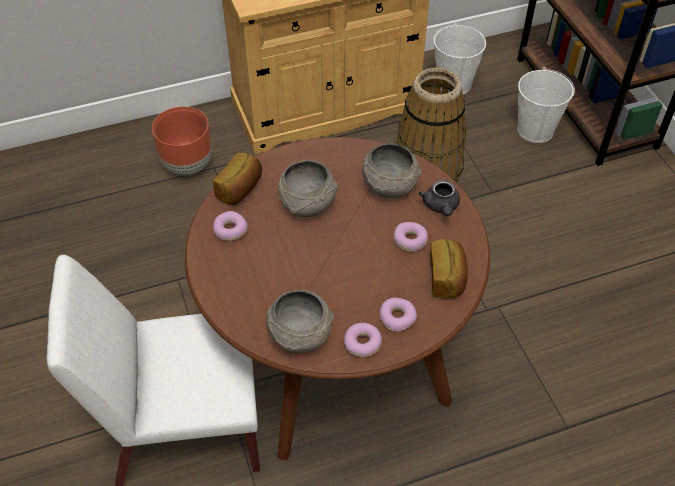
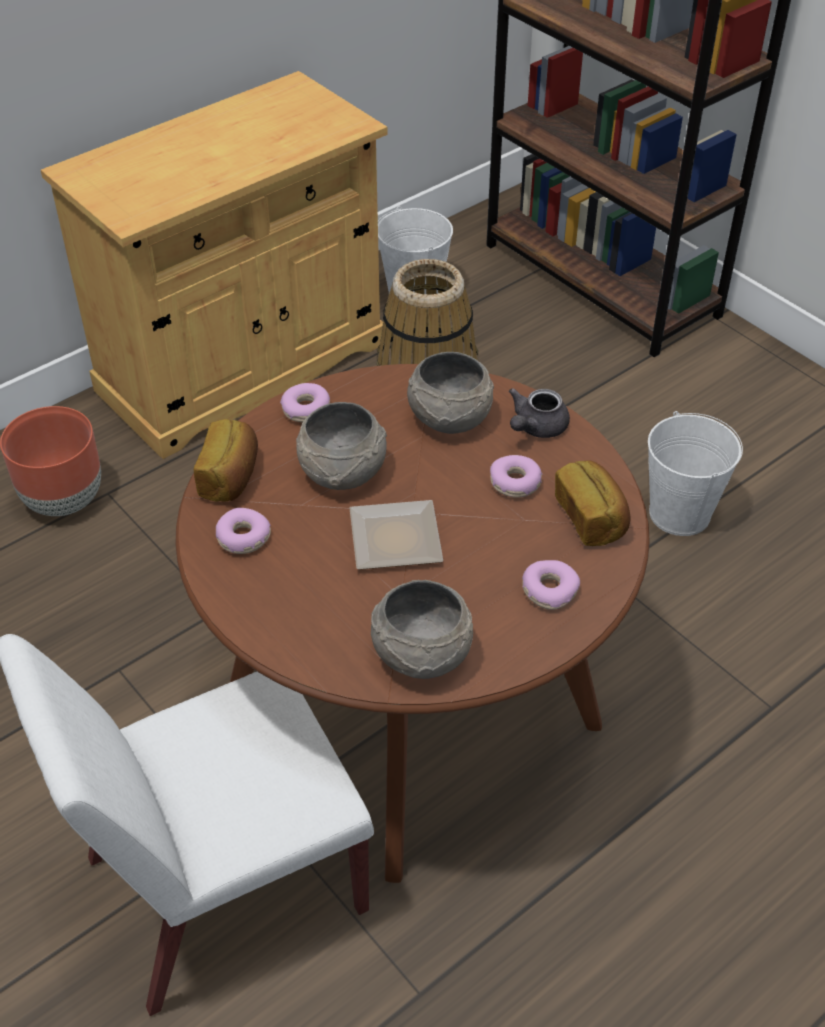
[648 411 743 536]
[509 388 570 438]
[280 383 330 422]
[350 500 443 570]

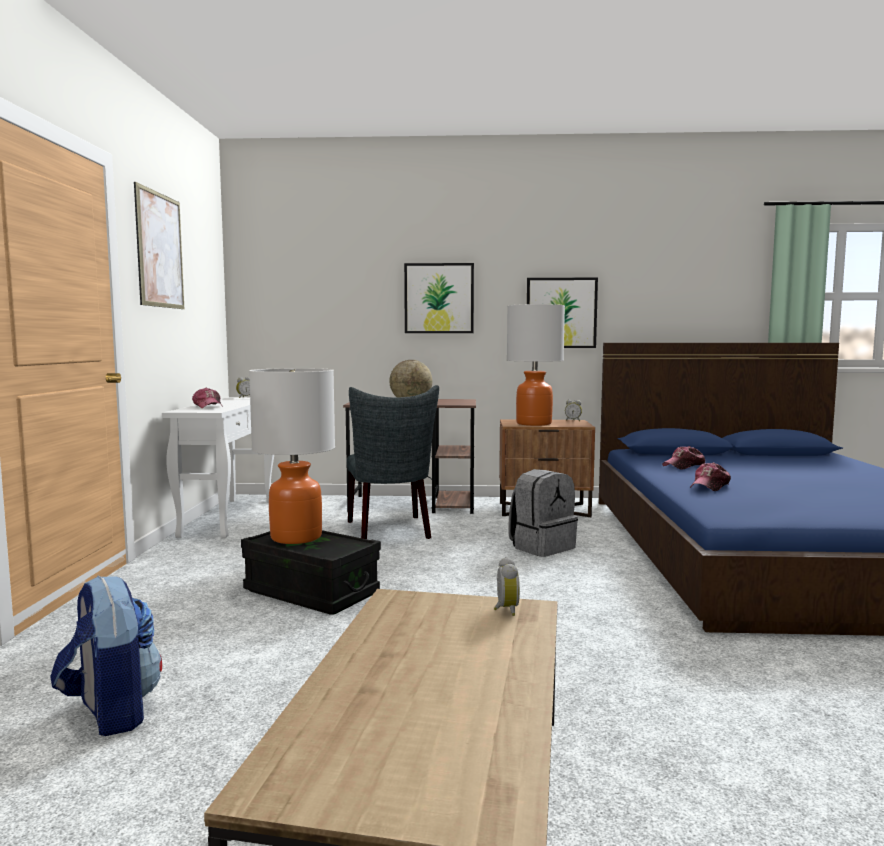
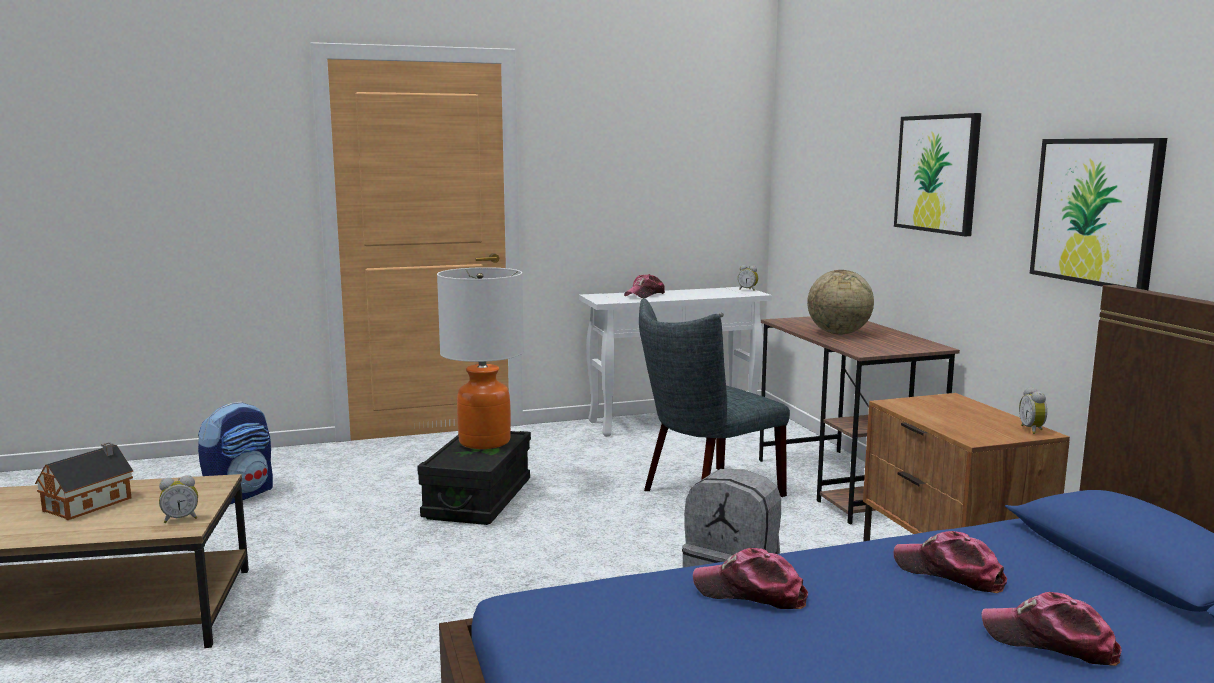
[134 182 184 309] (first image)
[507 304 565 426] (first image)
[35 442 133 520]
[981 592 1122 666]

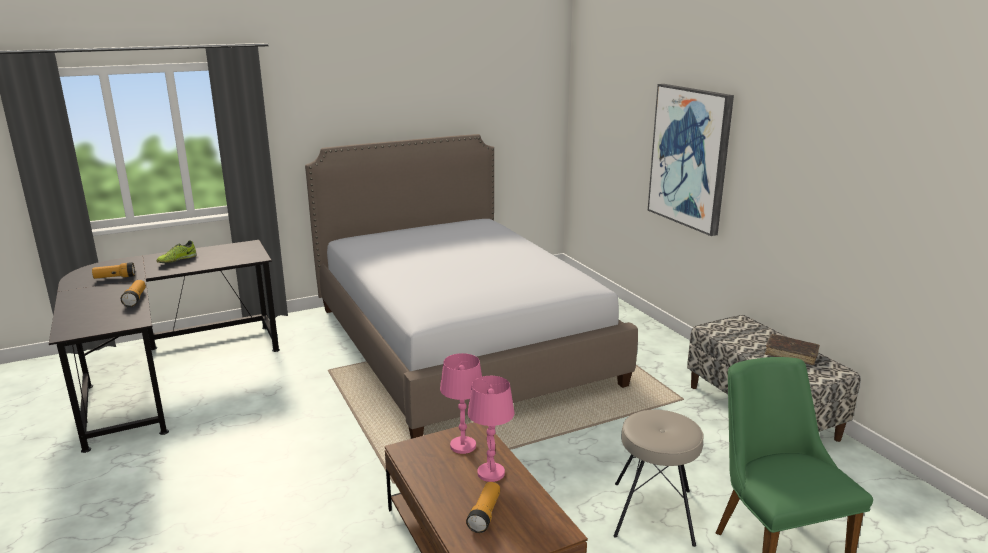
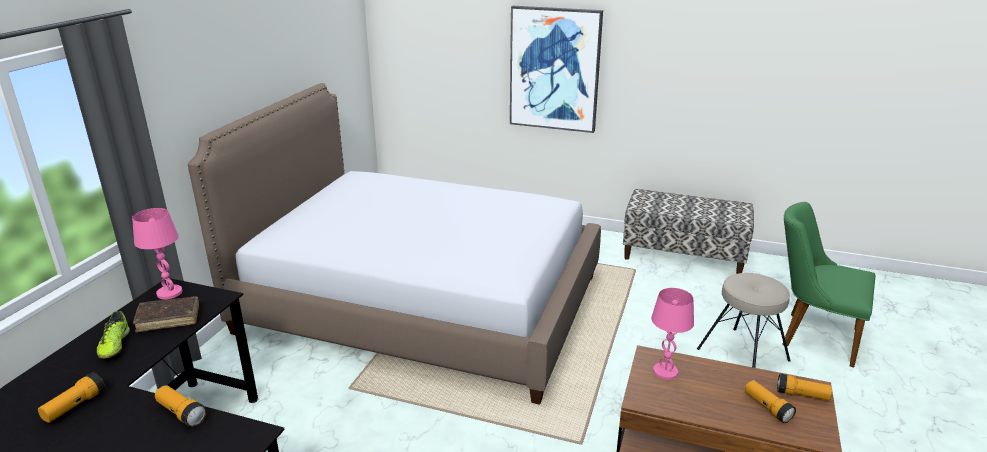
[133 297 199 333]
[132 208 182 300]
[777 373 832 401]

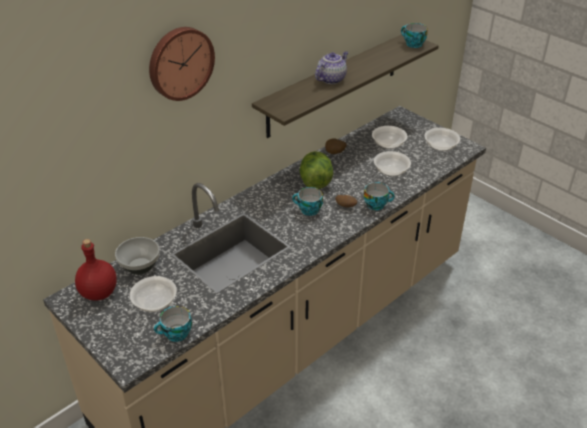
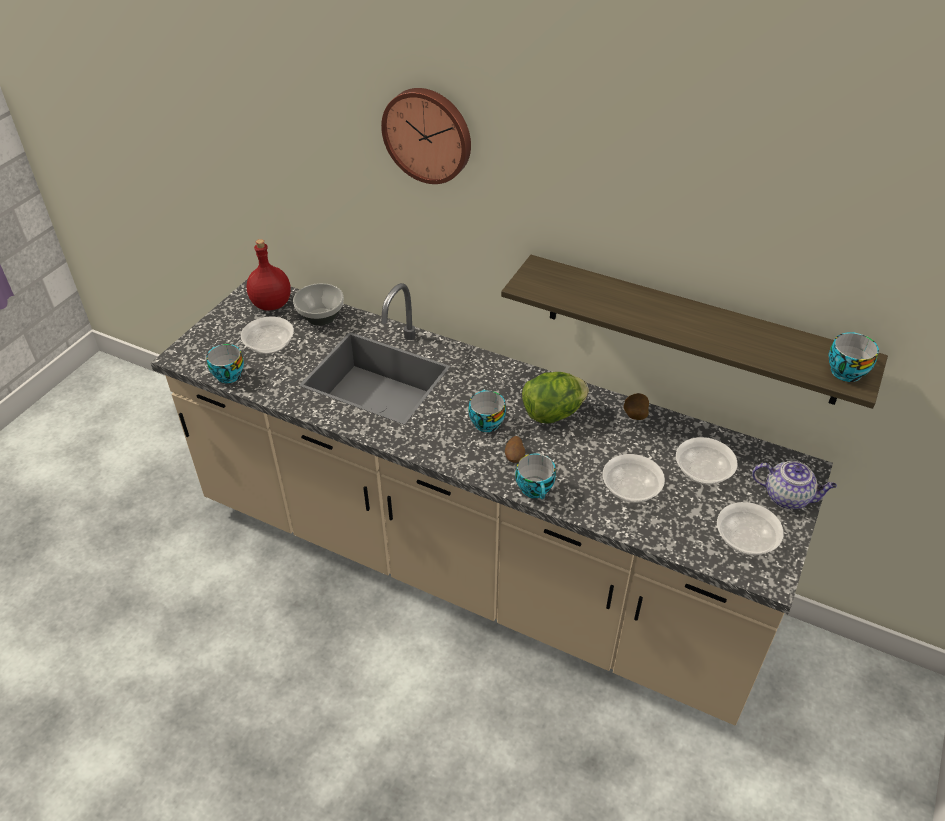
[752 461 837 509]

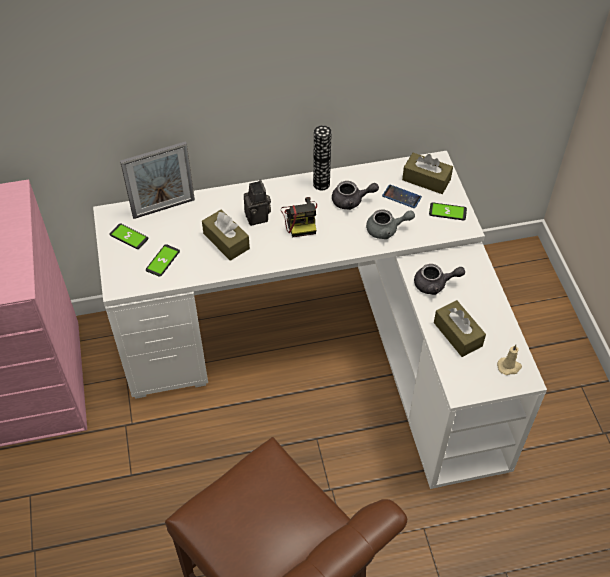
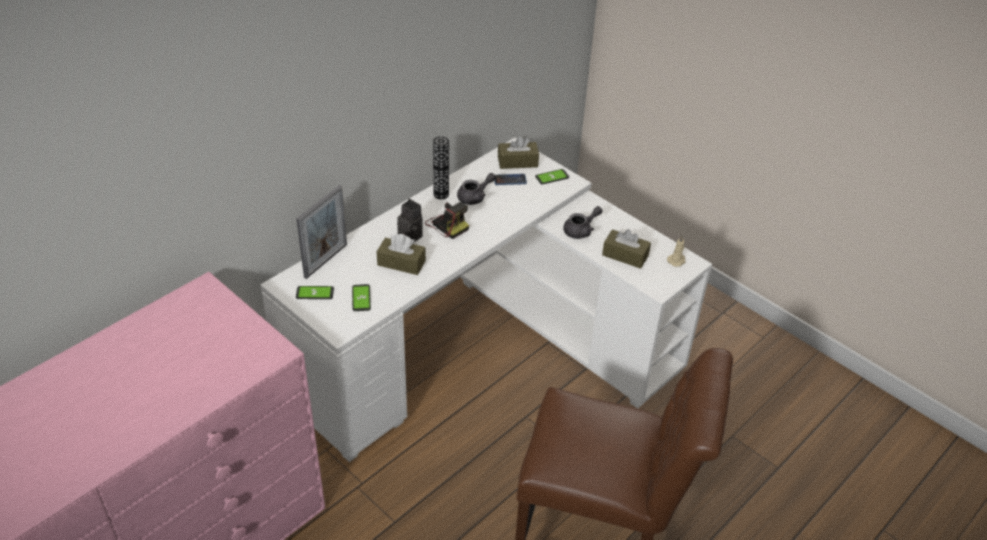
[366 209 415 239] (first image)

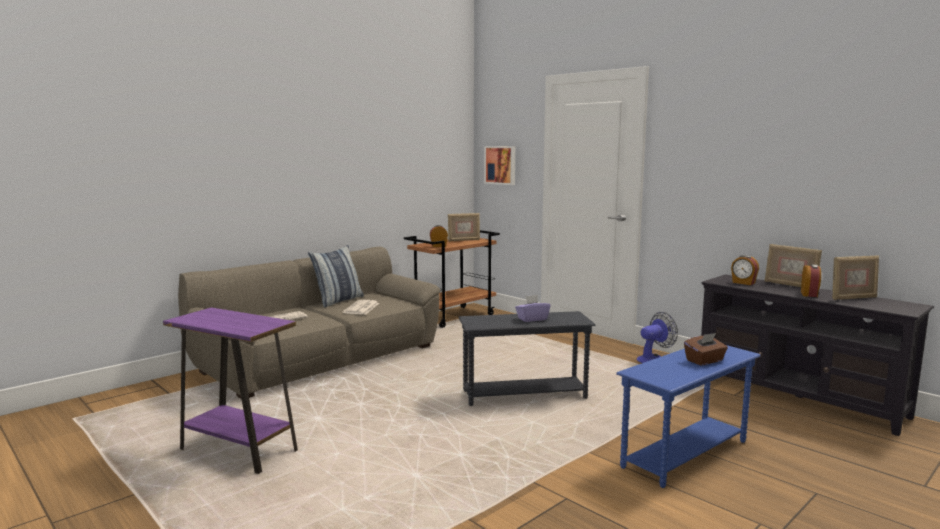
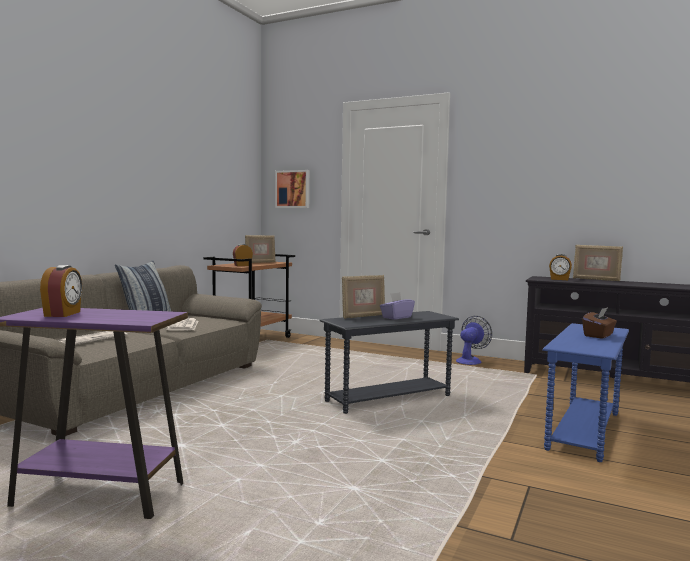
[342 275 385 319]
[40 265 82 317]

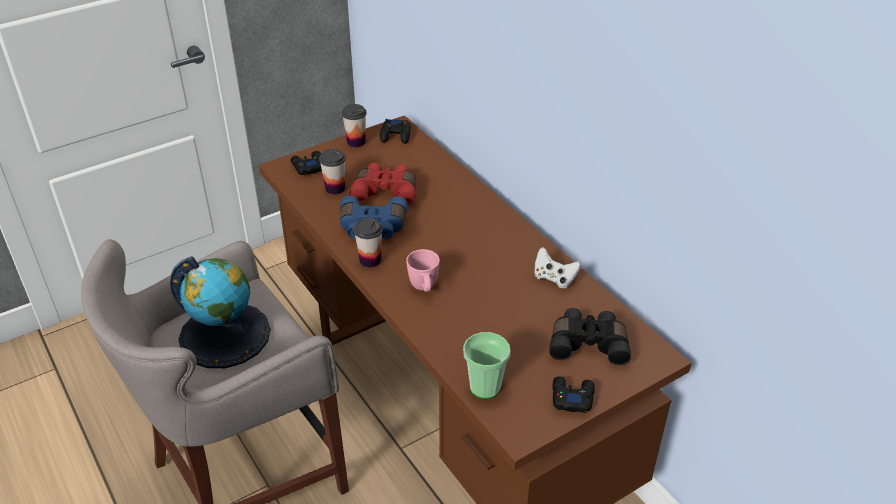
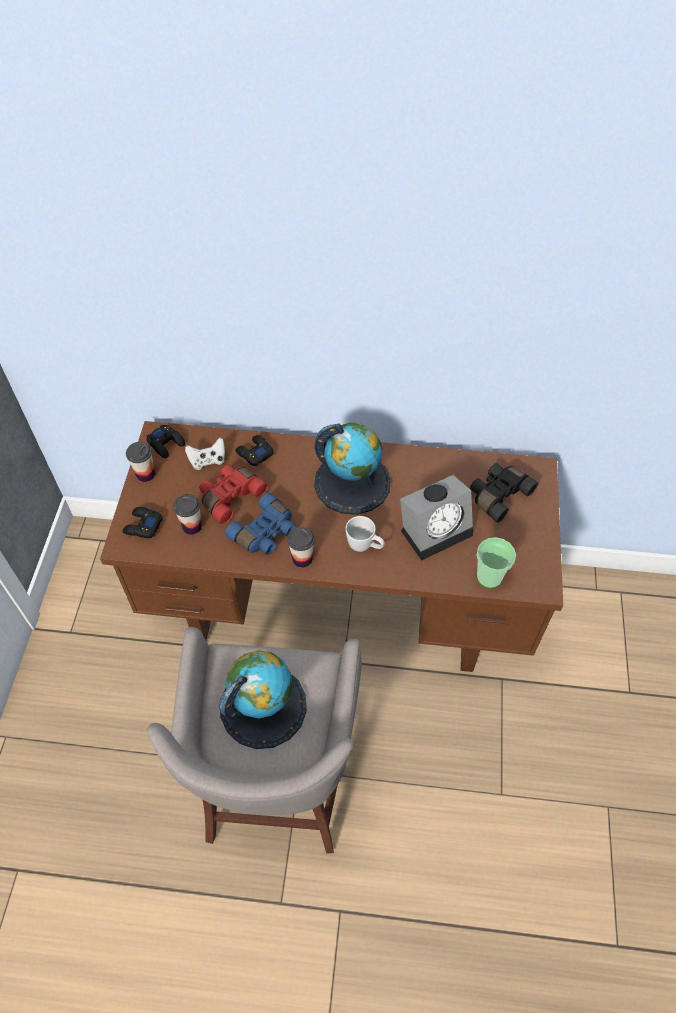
[185 437 225 470]
[346 516 385 552]
[235 435 273 466]
[314 423 391 515]
[400 475 473 561]

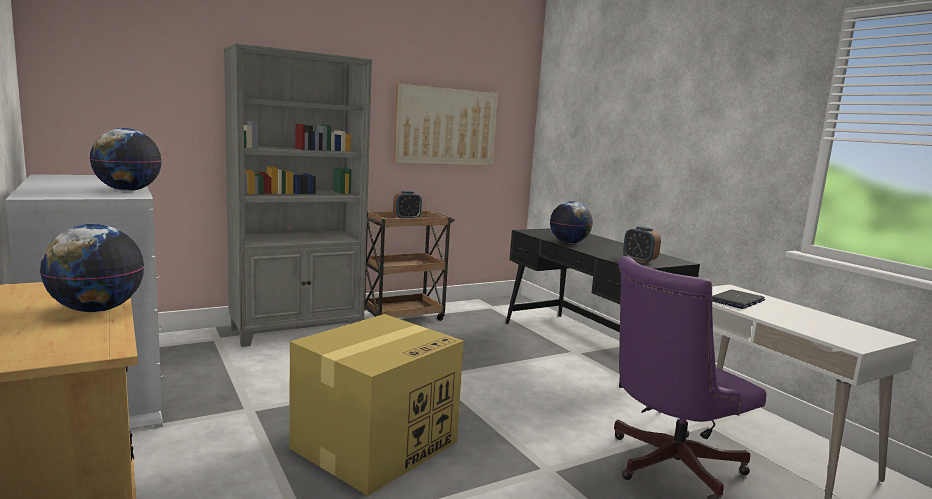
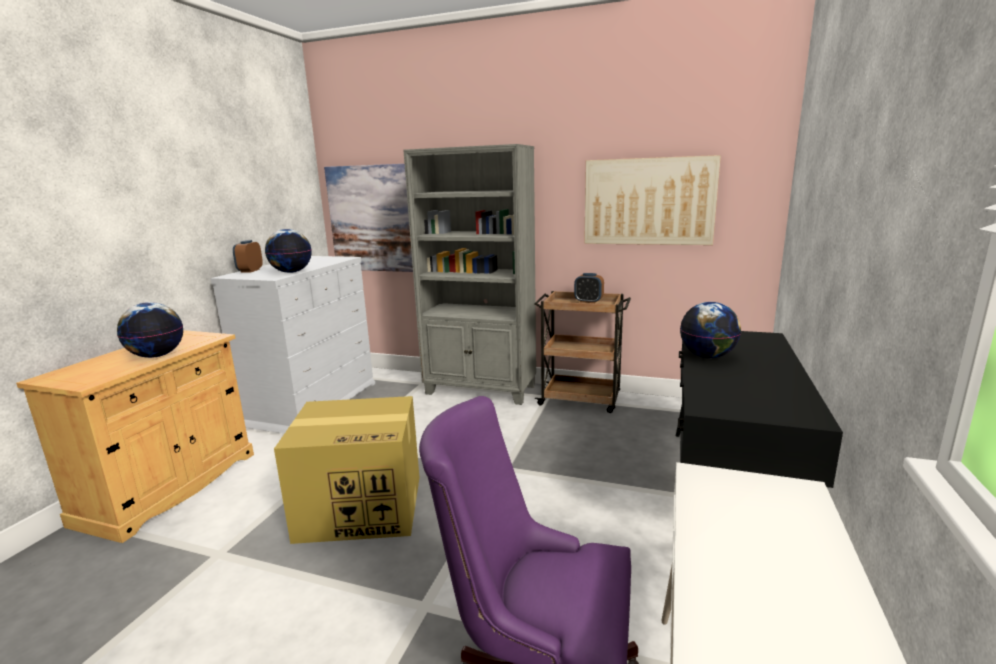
[233 240 263 273]
[712 289 765 309] (first image)
[324 164 413 272]

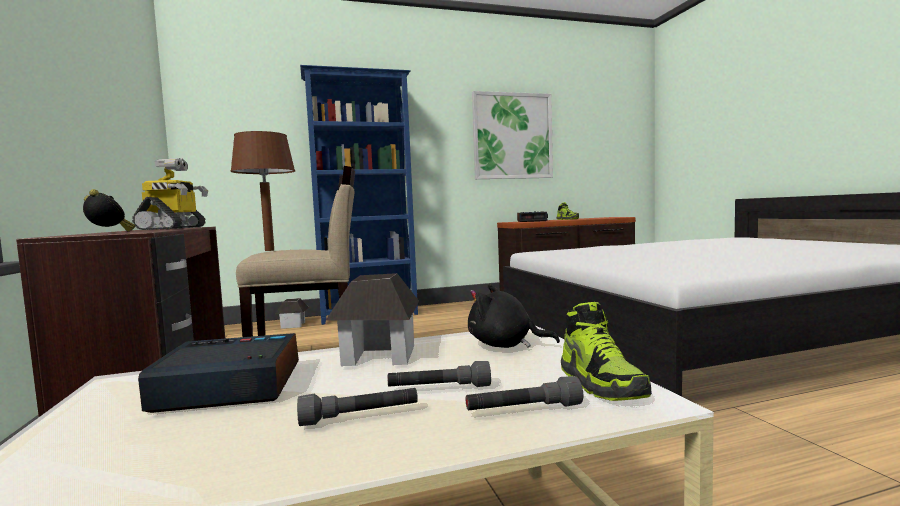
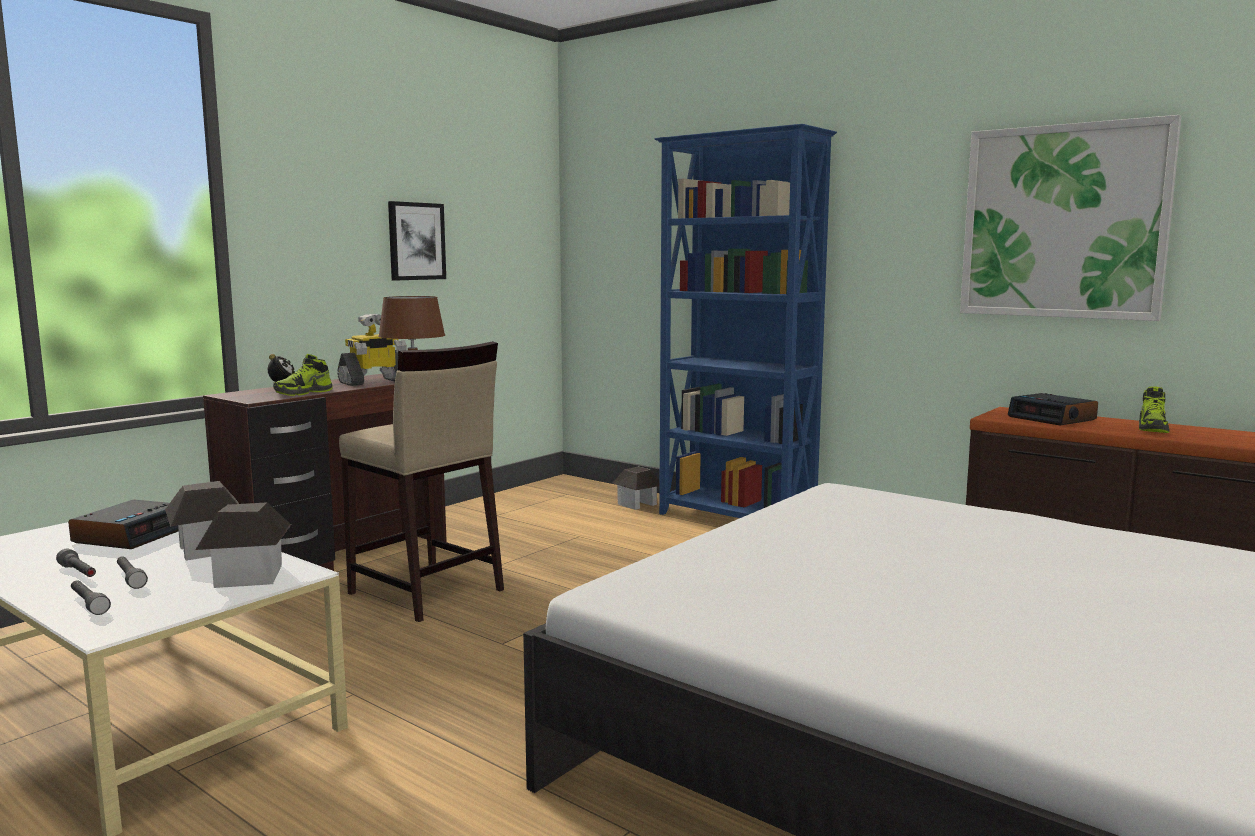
[195 502 291 588]
[273 354 333 396]
[68 499 179 549]
[388 201 446 281]

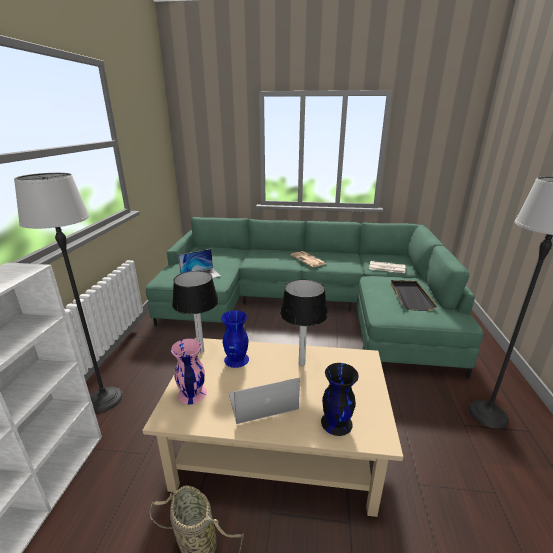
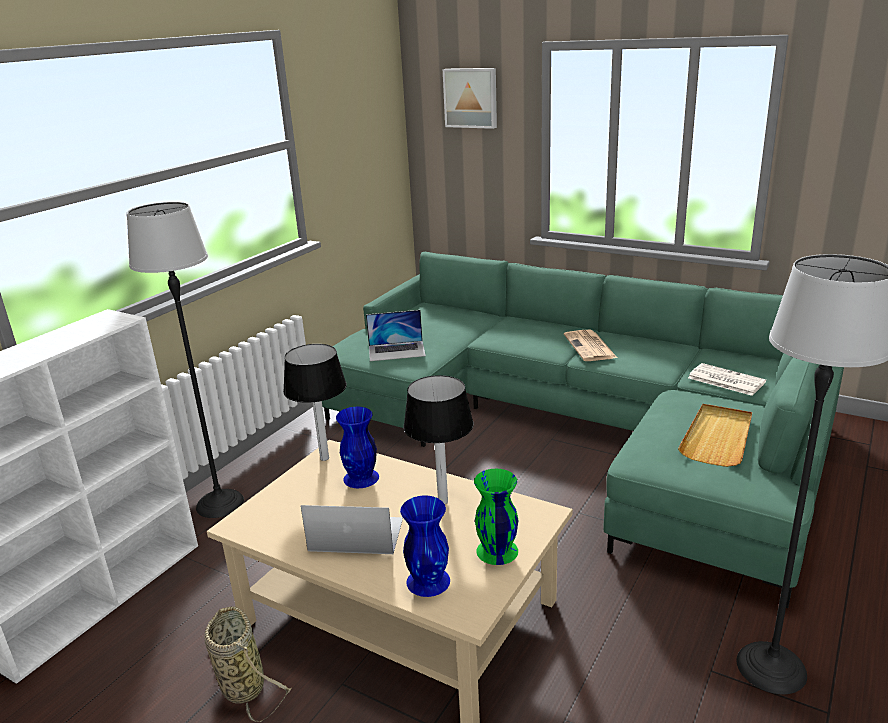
[678 404 752 467]
[171 339 207 405] (first image)
[400 496 450 597]
[443 68 497 129]
[474 469 518 565]

